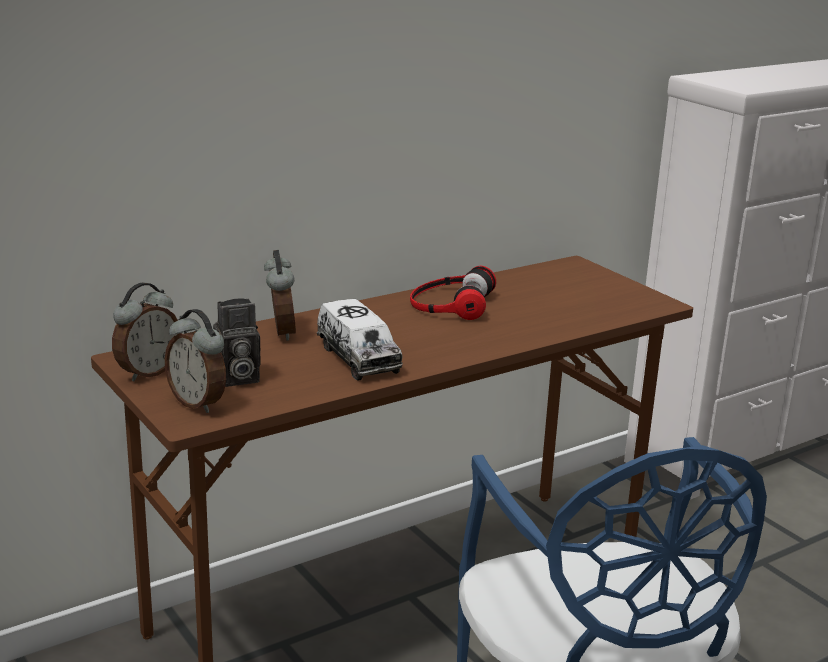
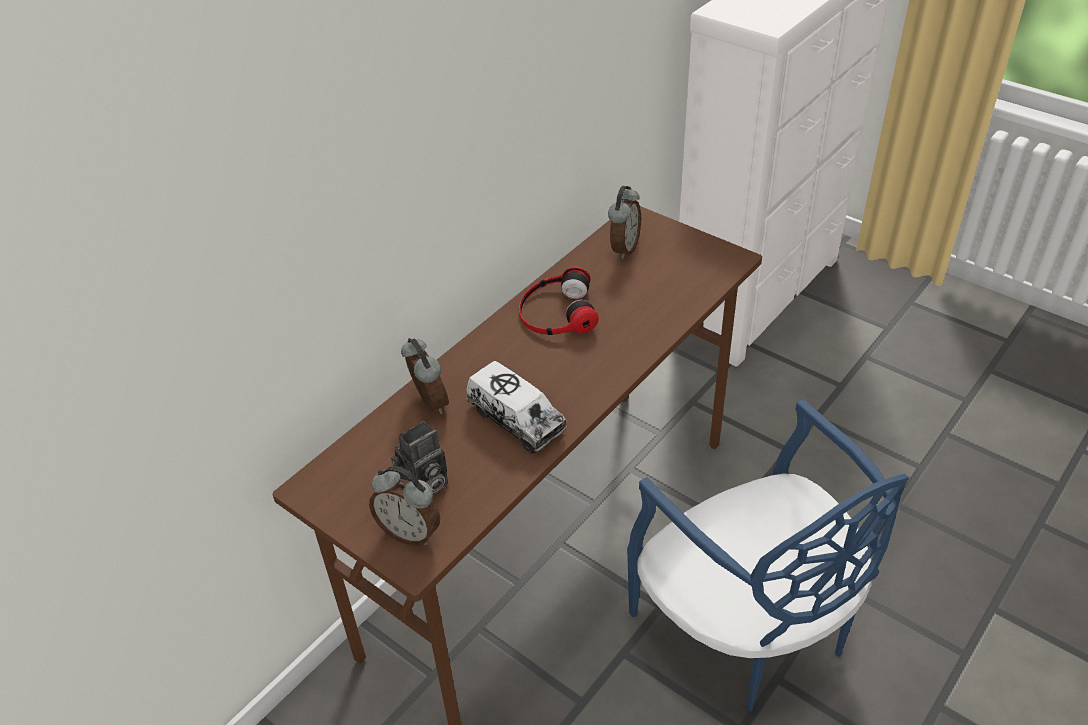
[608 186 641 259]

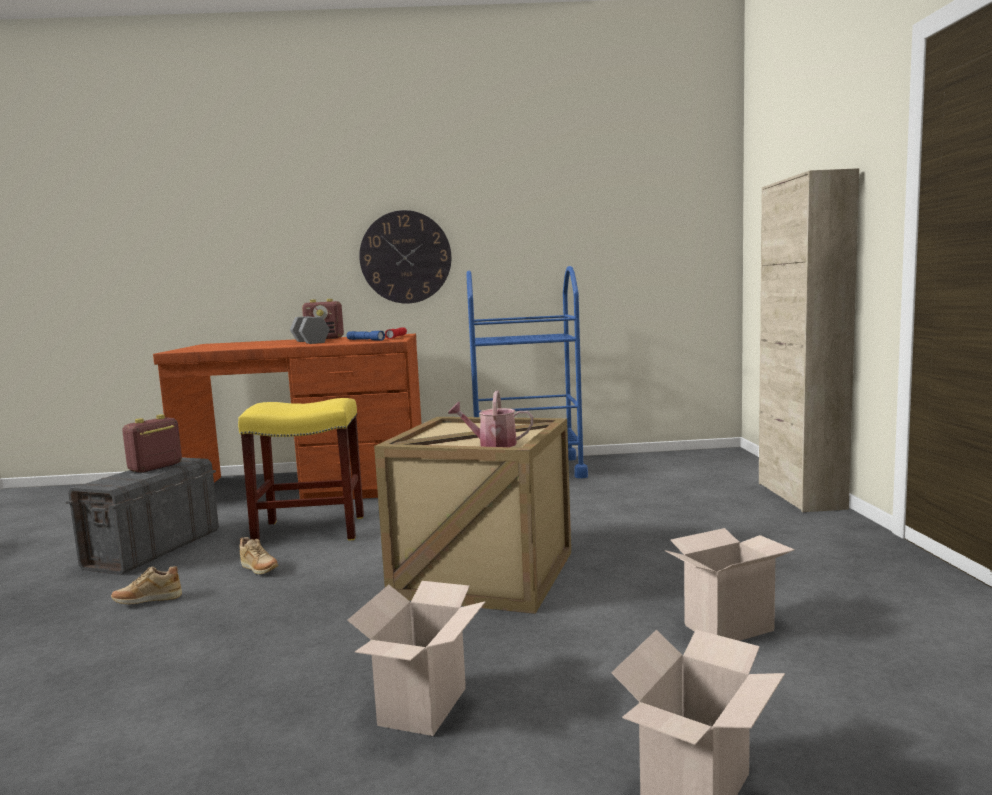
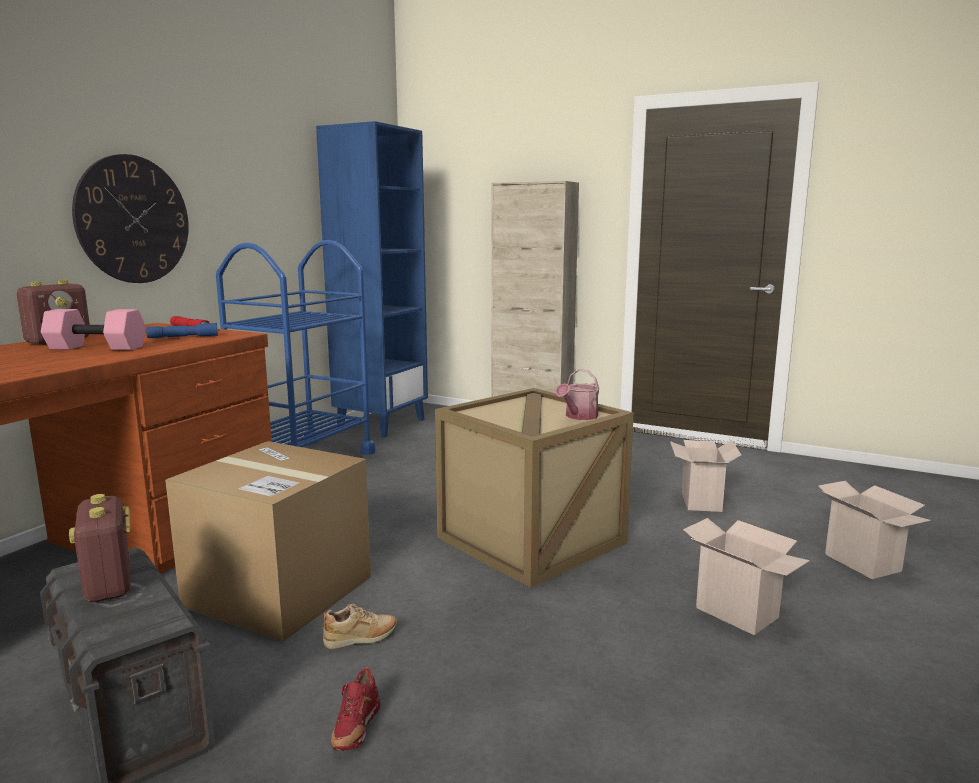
[41 309 146 350]
[165 441 371 642]
[331 667 380 751]
[316 121 428 438]

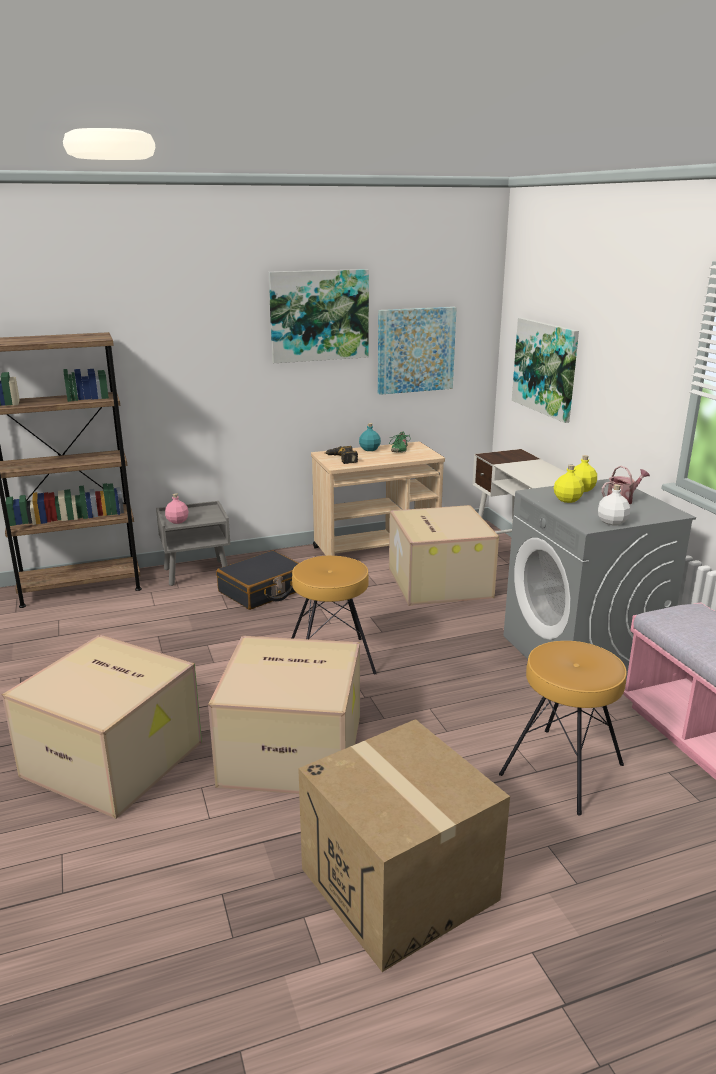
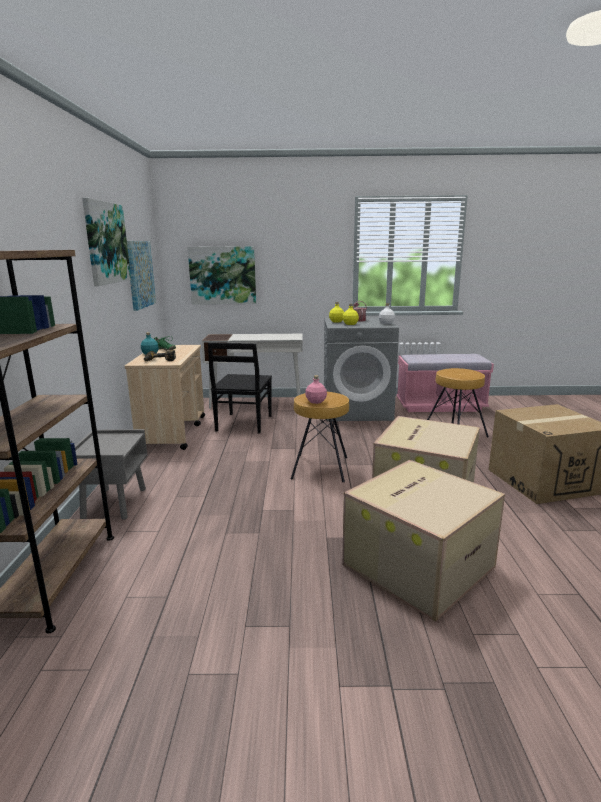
[305 375 327 404]
[208 342 272 434]
[216 550 299 610] (first image)

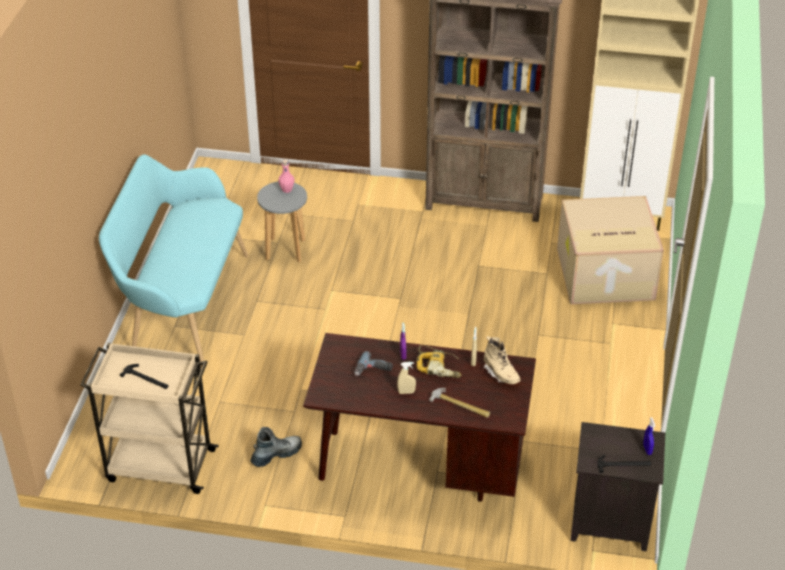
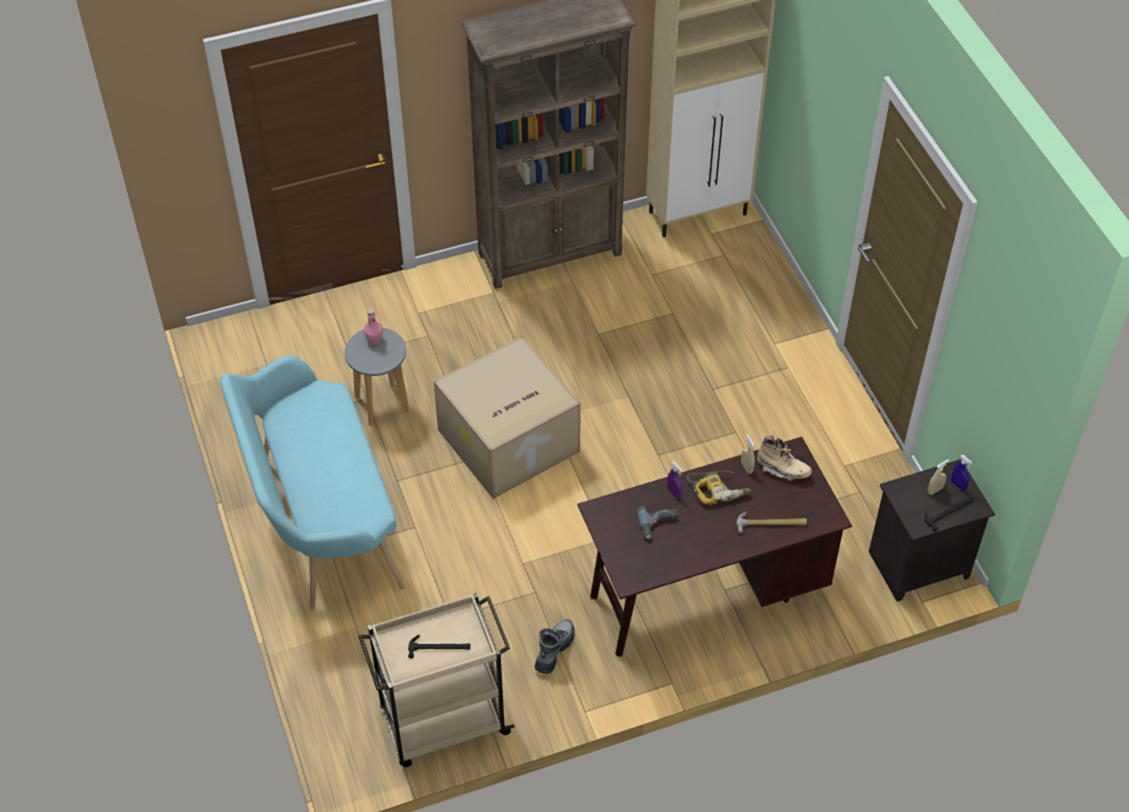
[434 336 581 499]
[928 459 949 495]

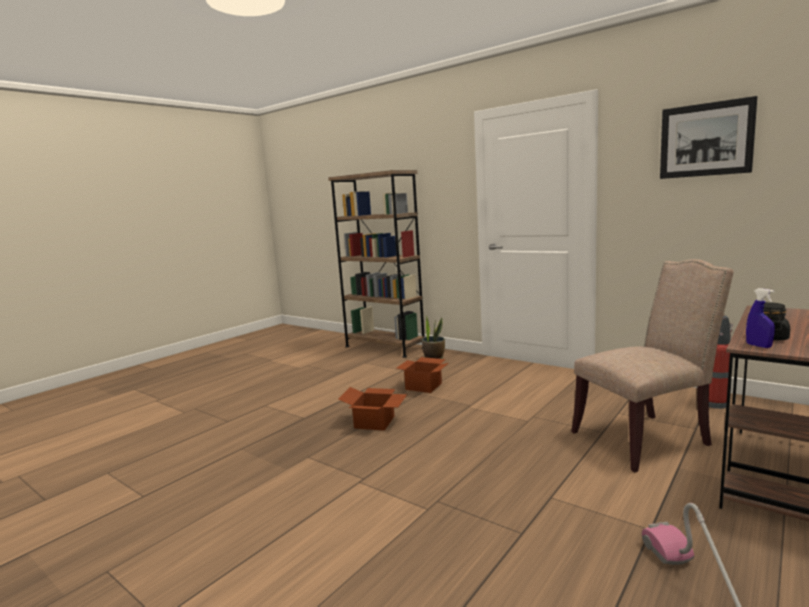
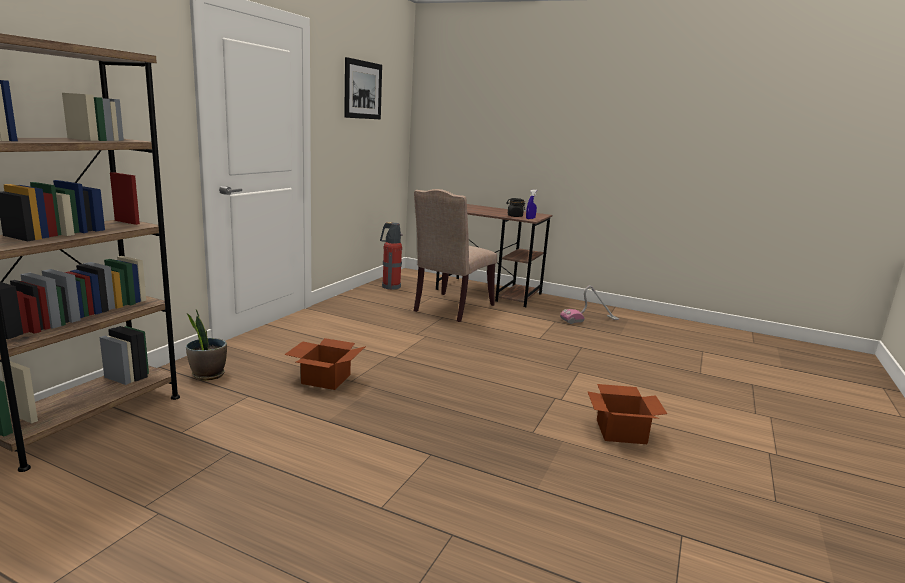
[414 189 497 322]
[587 384 667 444]

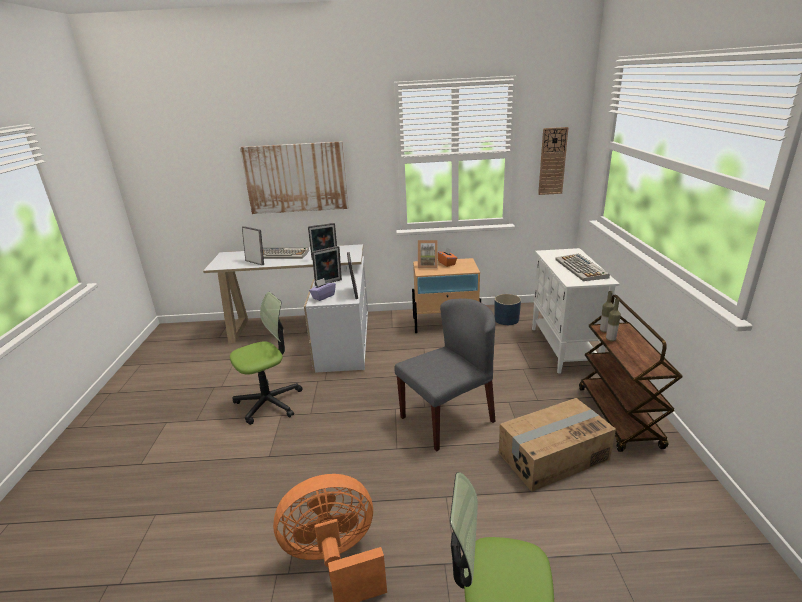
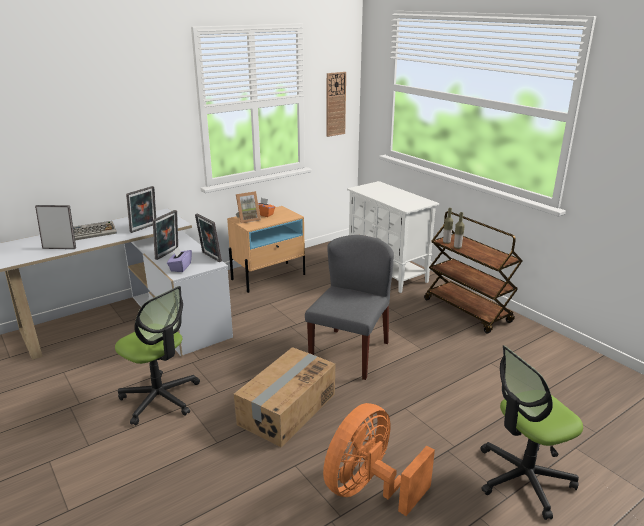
[240 141 349 214] (first image)
[555 254 610 281] (first image)
[115 286 200 425]
[494 294 521 325] (first image)
[234 347 335 448]

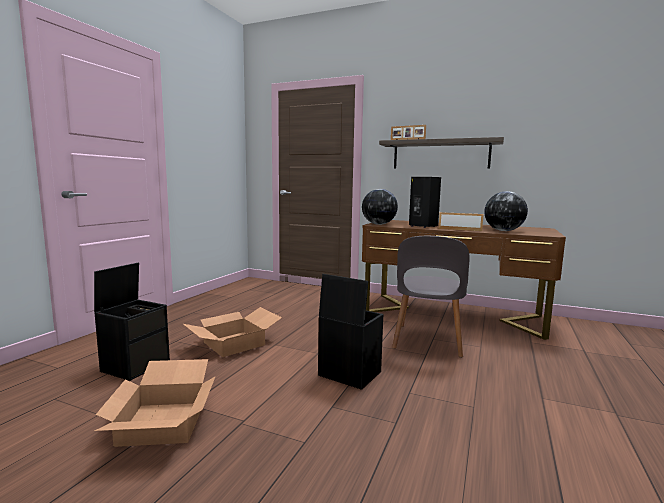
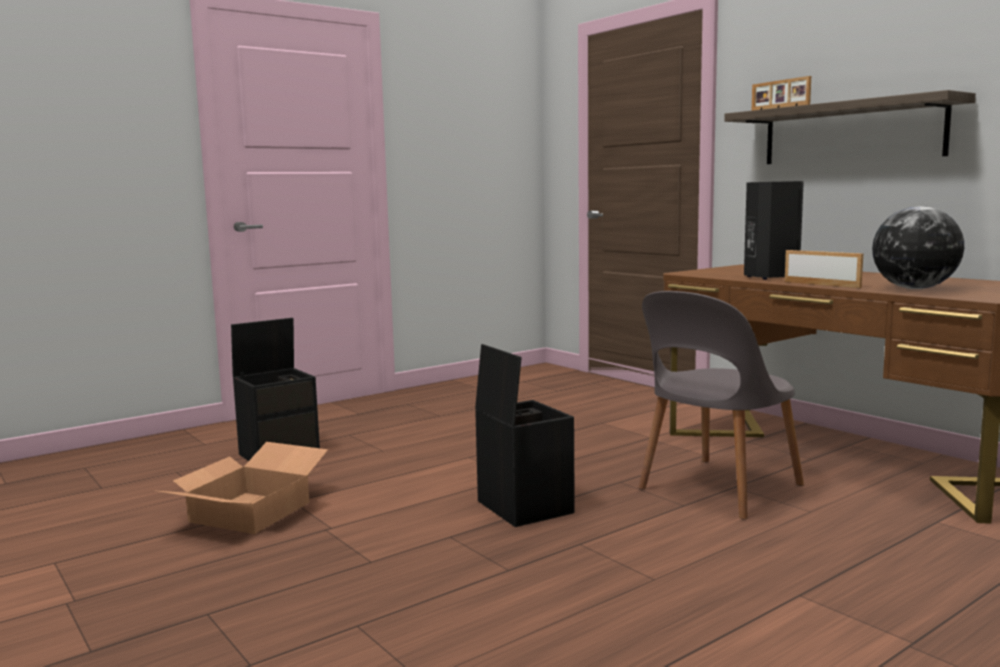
[362 189 398 225] (first image)
[183 307 282 357] (first image)

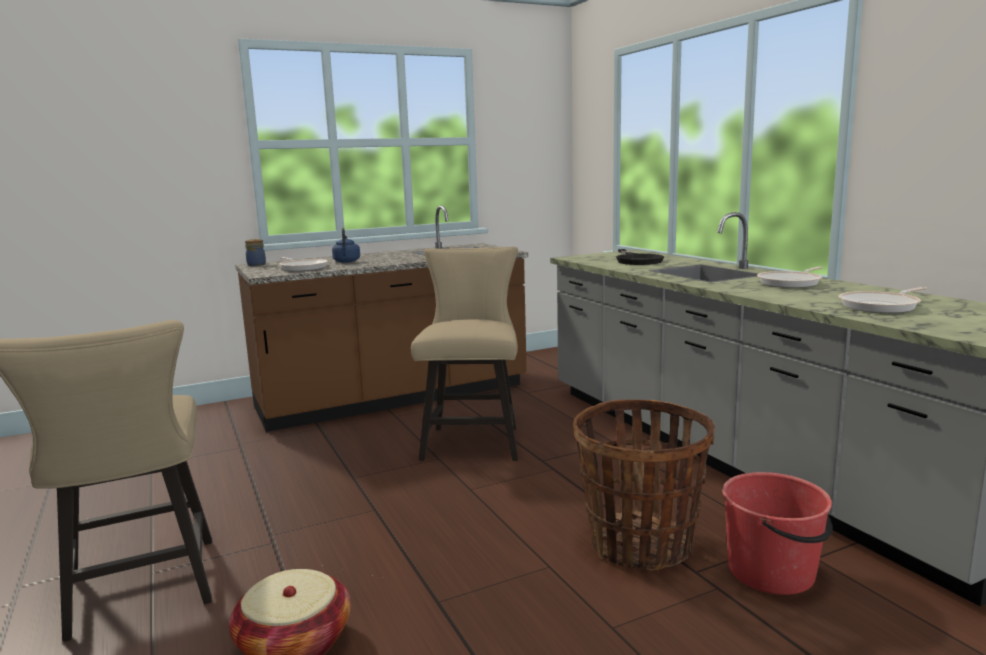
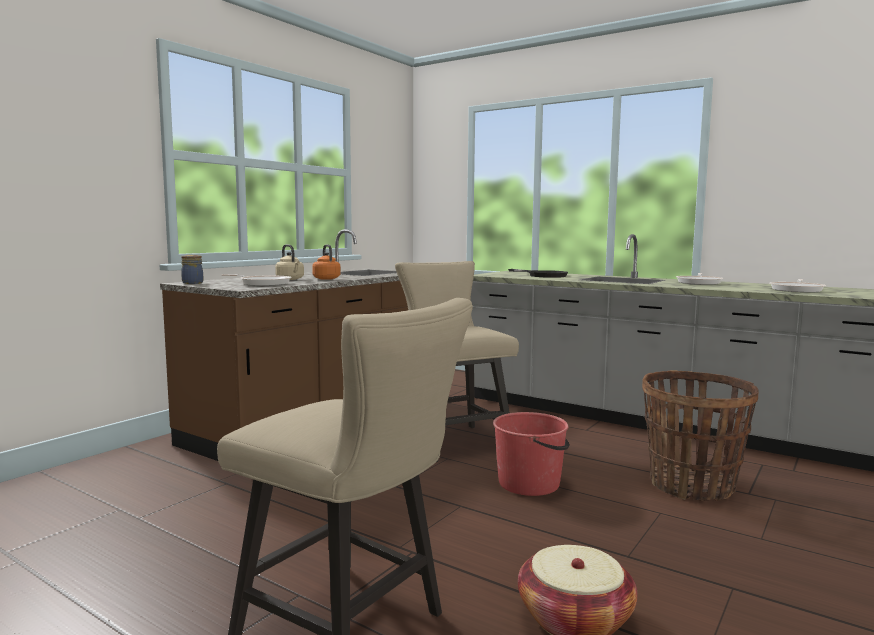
[275 244 304 280]
[493 412 570 496]
[312 244 341 280]

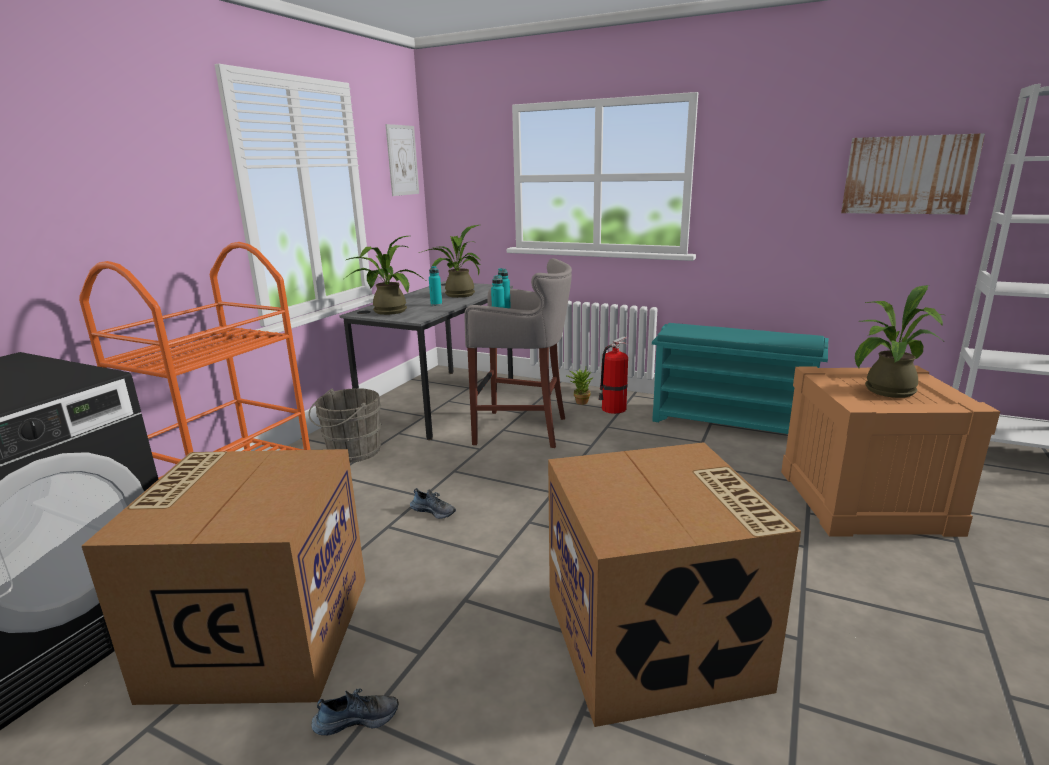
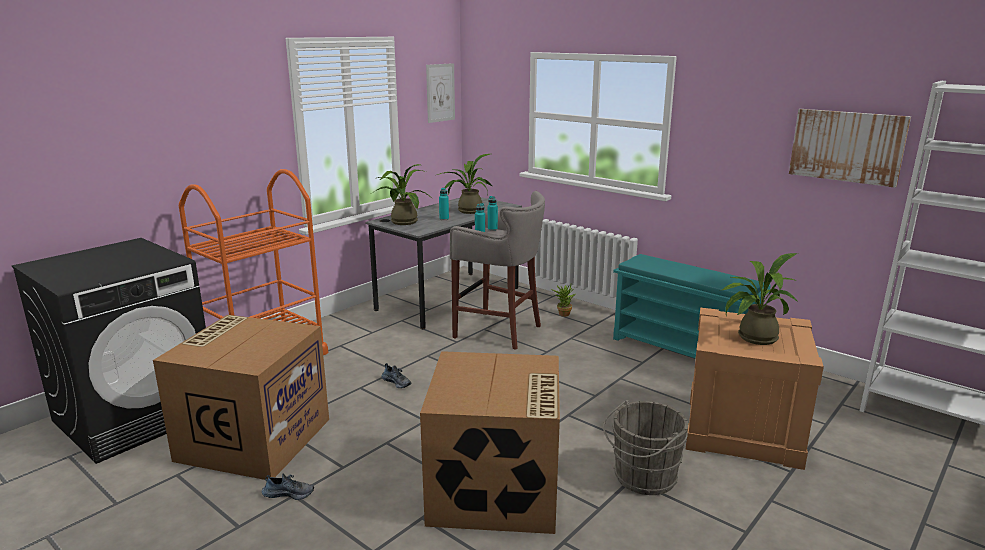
[598 336 628 414] (first image)
[603 400 688 495]

